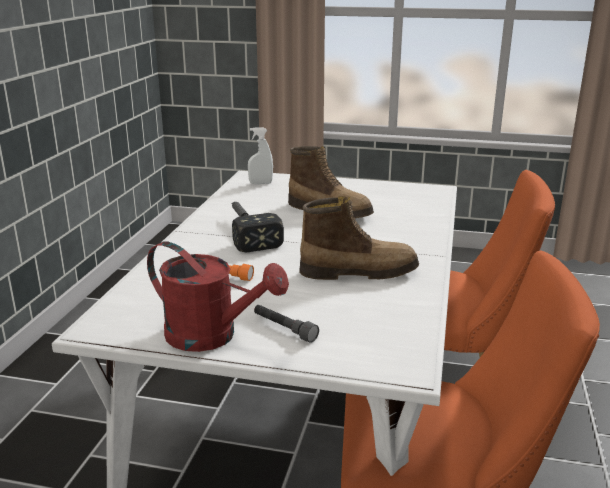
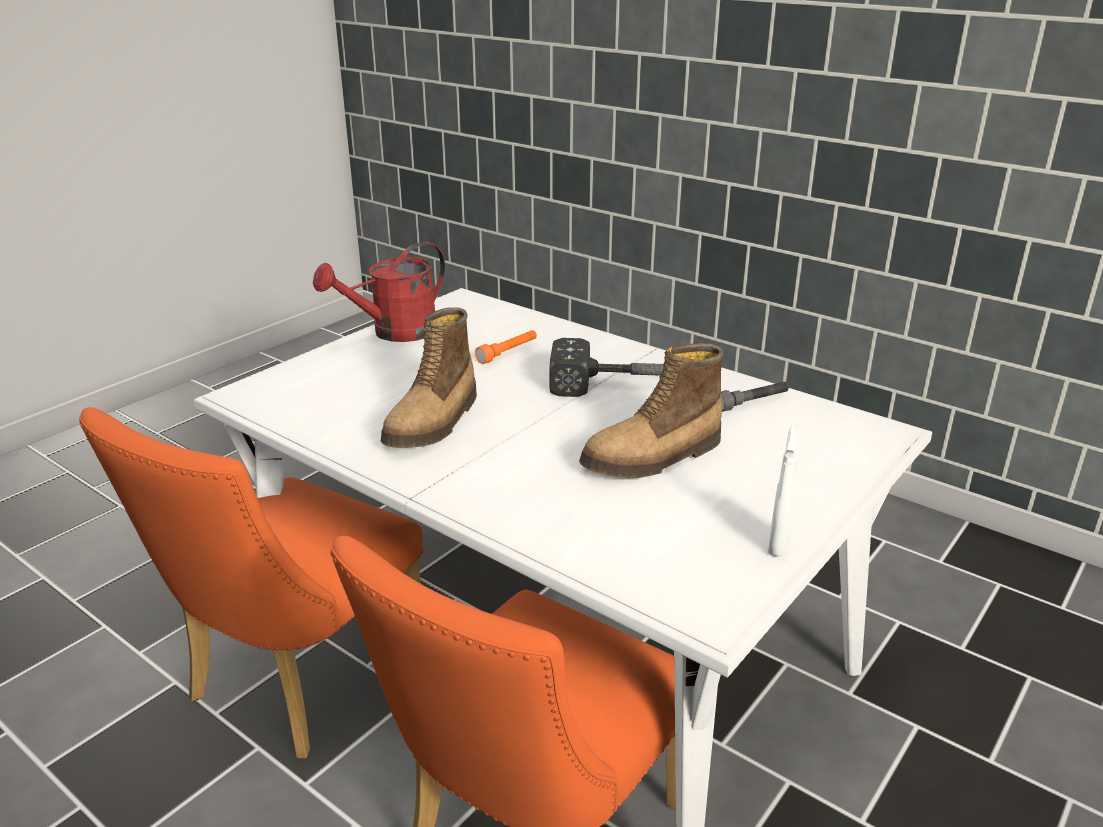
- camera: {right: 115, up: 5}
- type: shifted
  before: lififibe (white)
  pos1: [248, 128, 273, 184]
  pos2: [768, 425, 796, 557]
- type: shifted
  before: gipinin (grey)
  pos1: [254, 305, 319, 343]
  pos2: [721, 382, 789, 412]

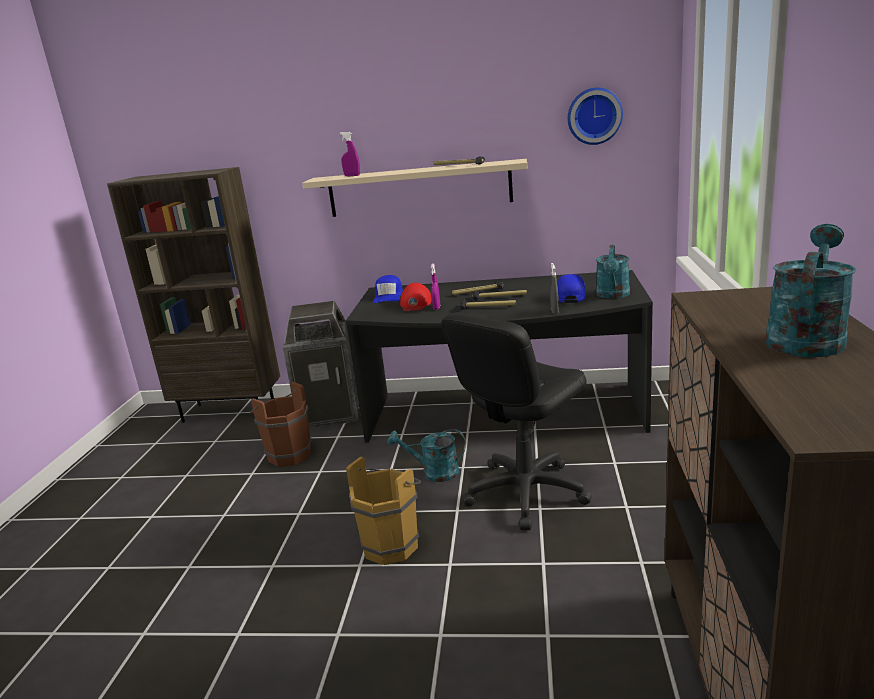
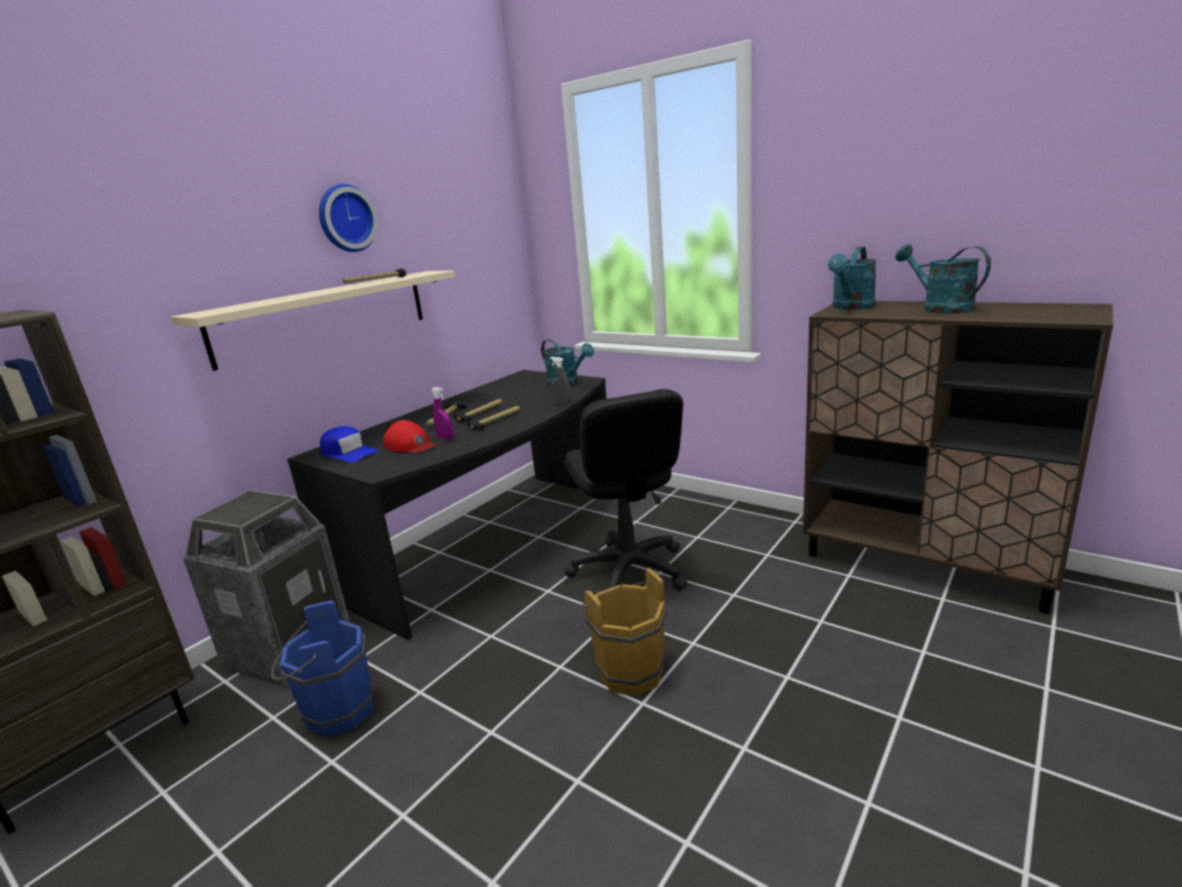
- camera: {right: -60, up: 0}
- type: gone
  before: lififibe (purple)
  pos1: [340, 132, 360, 176]
- type: gone
  before: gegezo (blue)
  pos1: [557, 274, 586, 303]
- type: shifted
  before: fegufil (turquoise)
  pos1: [388, 429, 466, 482]
  pos2: [828, 247, 877, 310]
- type: shifted
  before: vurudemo
  pos1: [568, 88, 623, 145]
  pos2: [319, 184, 378, 252]
- type: repainted
  before: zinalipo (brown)
  after: zinalipo (blue)
  pos1: [250, 382, 311, 467]
  pos2: [271, 601, 373, 737]

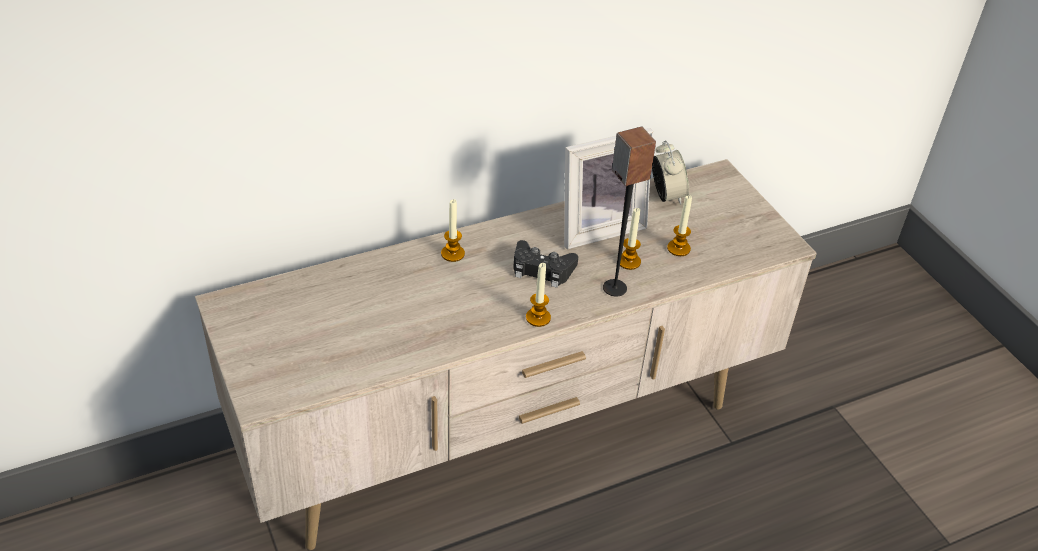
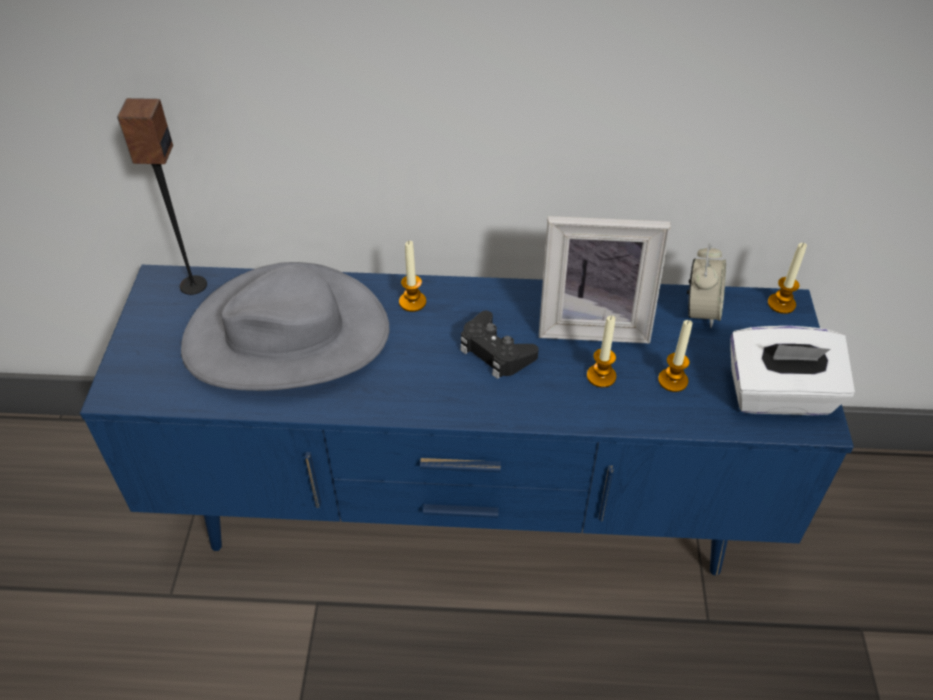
- camera: {right: 30, up: 5}
- type: new
  after: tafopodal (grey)
  pos2: [181, 262, 390, 391]
- type: new
  after: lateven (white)
  pos2: [730, 326, 855, 415]
- type: shifted
  before: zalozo
  pos1: [526, 263, 551, 327]
  pos2: [768, 243, 807, 314]
- type: shifted
  before: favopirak
  pos1: [603, 126, 656, 297]
  pos2: [117, 98, 207, 295]
- type: repainted
  before: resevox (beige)
  after: resevox (blue)
  pos1: [195, 159, 817, 550]
  pos2: [80, 265, 854, 576]

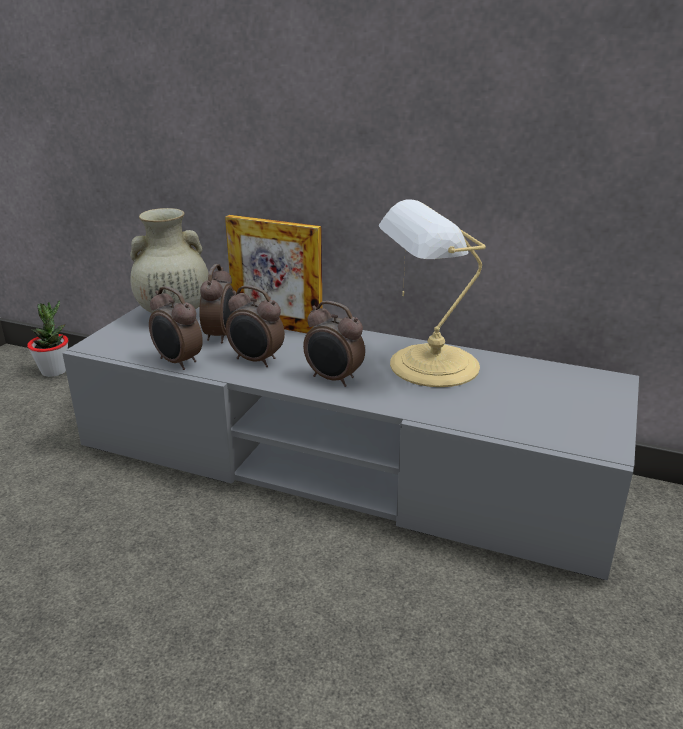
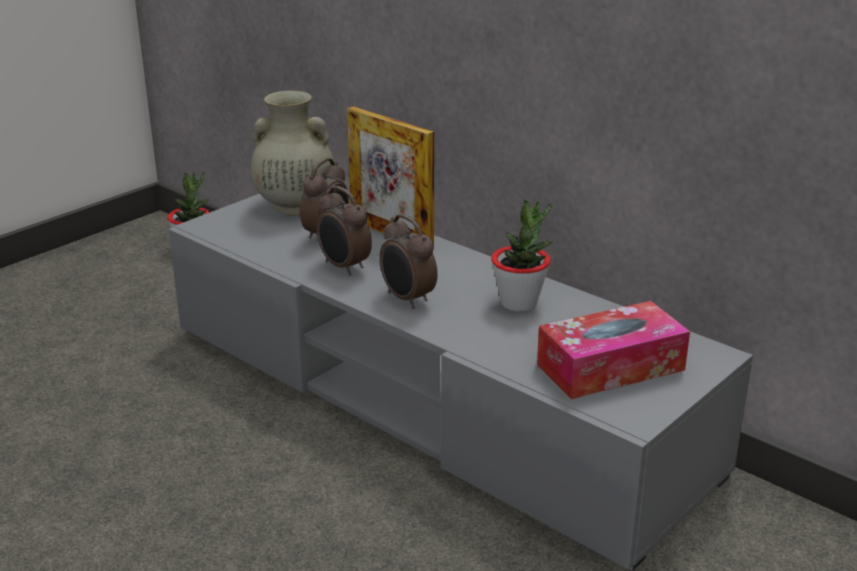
- camera: {right: 20, up: 0}
- type: gone
  before: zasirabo
  pos1: [149, 286, 203, 370]
- type: new
  after: lateven
  pos2: [537, 301, 690, 399]
- type: swapped
  before: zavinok
  after: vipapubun
  pos1: [378, 200, 486, 387]
  pos2: [491, 199, 553, 311]

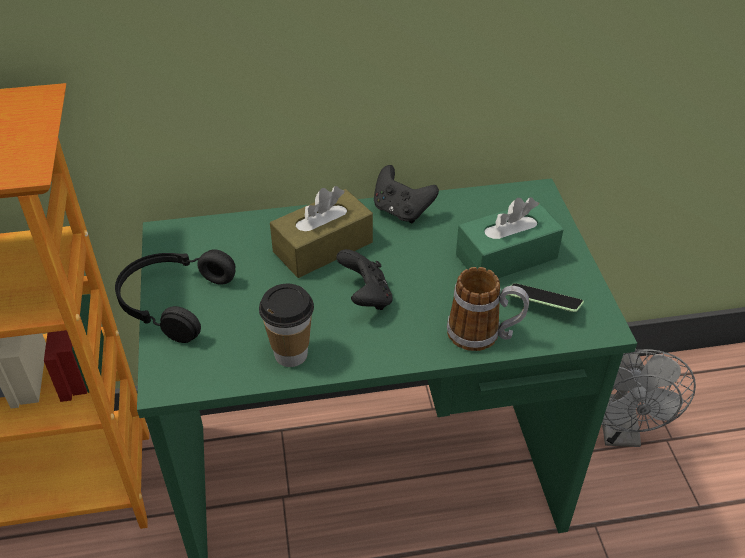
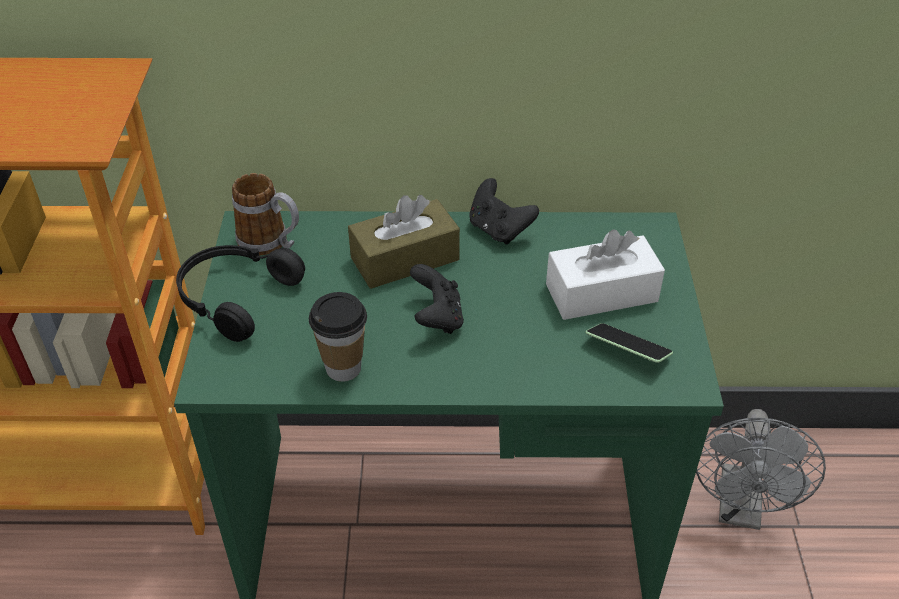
- camera: {right: 10, up: 0}
- type: shifted
  before: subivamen
  pos1: [447, 267, 529, 351]
  pos2: [232, 173, 299, 256]
- type: repainted
  before: lateven (green)
  after: lateven (white)
  pos1: [456, 197, 564, 278]
  pos2: [546, 229, 665, 320]

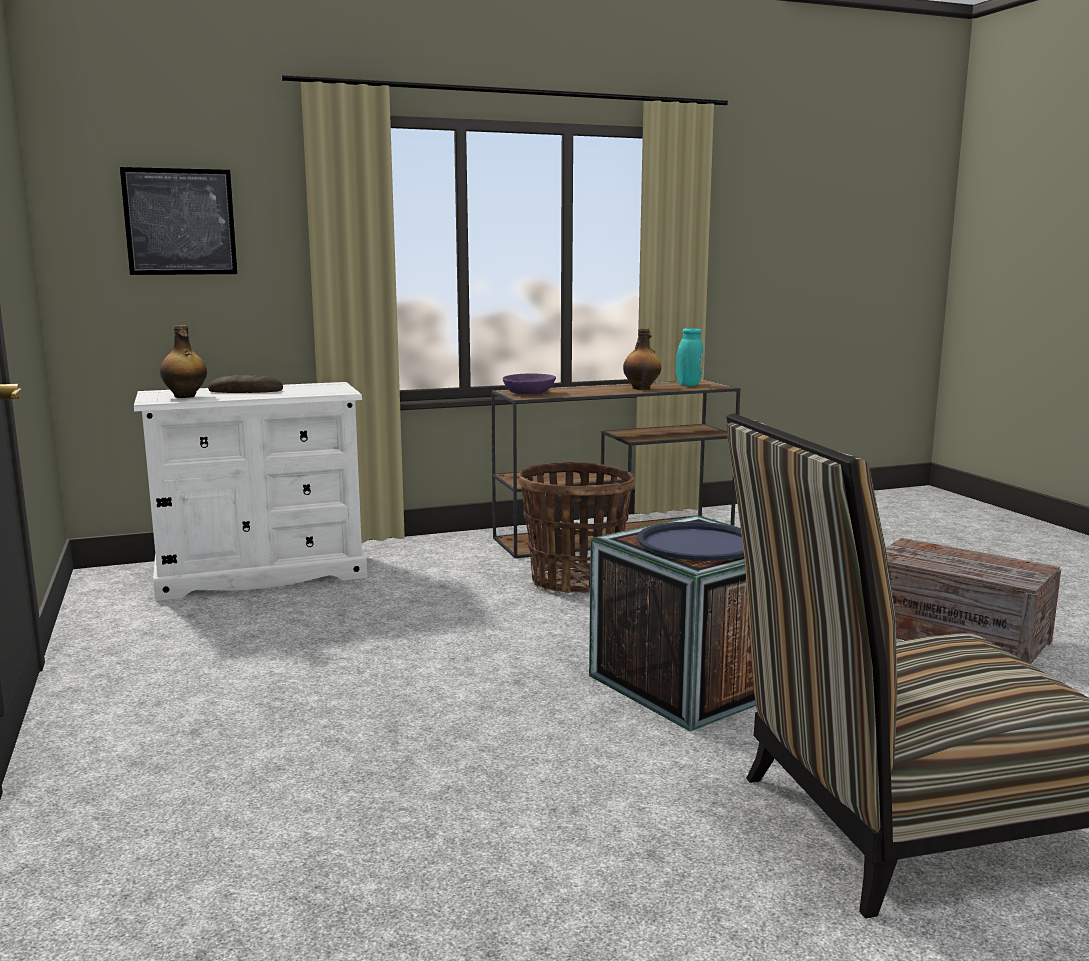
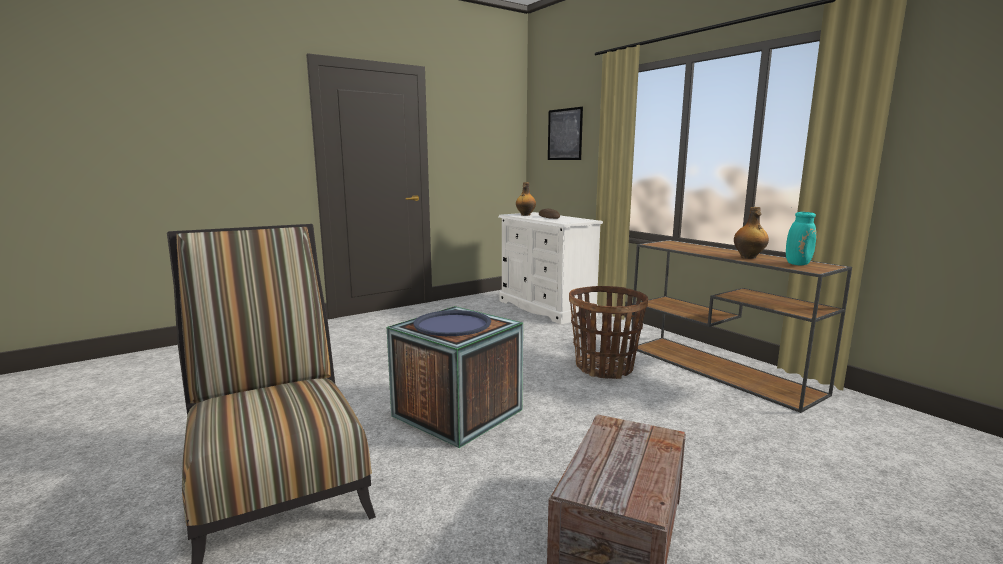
- camera: {right: 75, up: 0}
- type: gone
  before: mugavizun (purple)
  pos1: [503, 374, 556, 394]

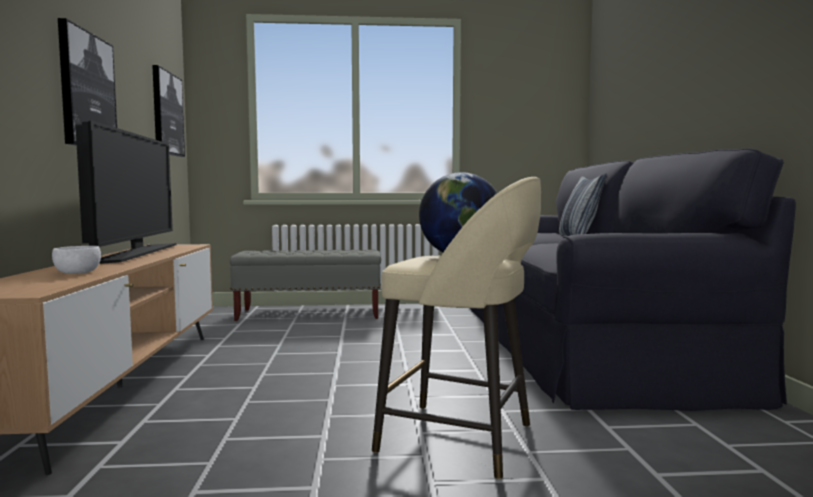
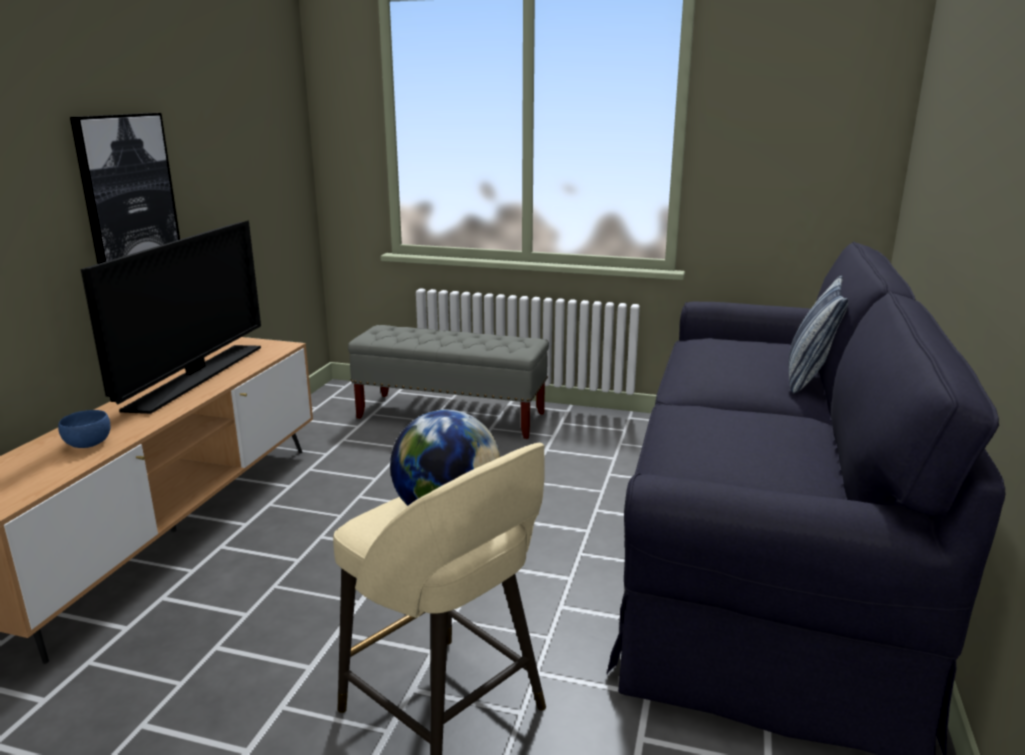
- camera: {right: 20, up: 15}
- type: gone
  before: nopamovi
  pos1: [152, 65, 185, 157]
- type: repainted
  before: mugavizun (white)
  after: mugavizun (blue)
  pos1: [52, 246, 101, 274]
  pos2: [58, 410, 111, 448]

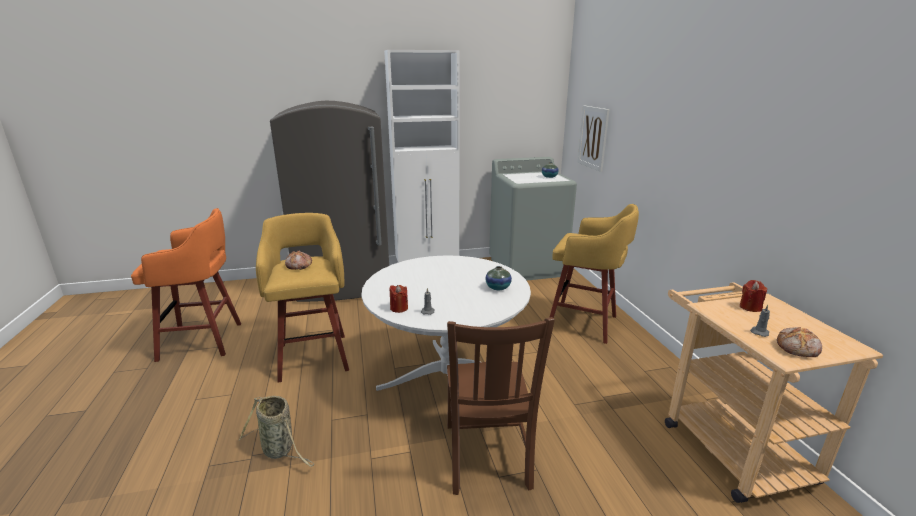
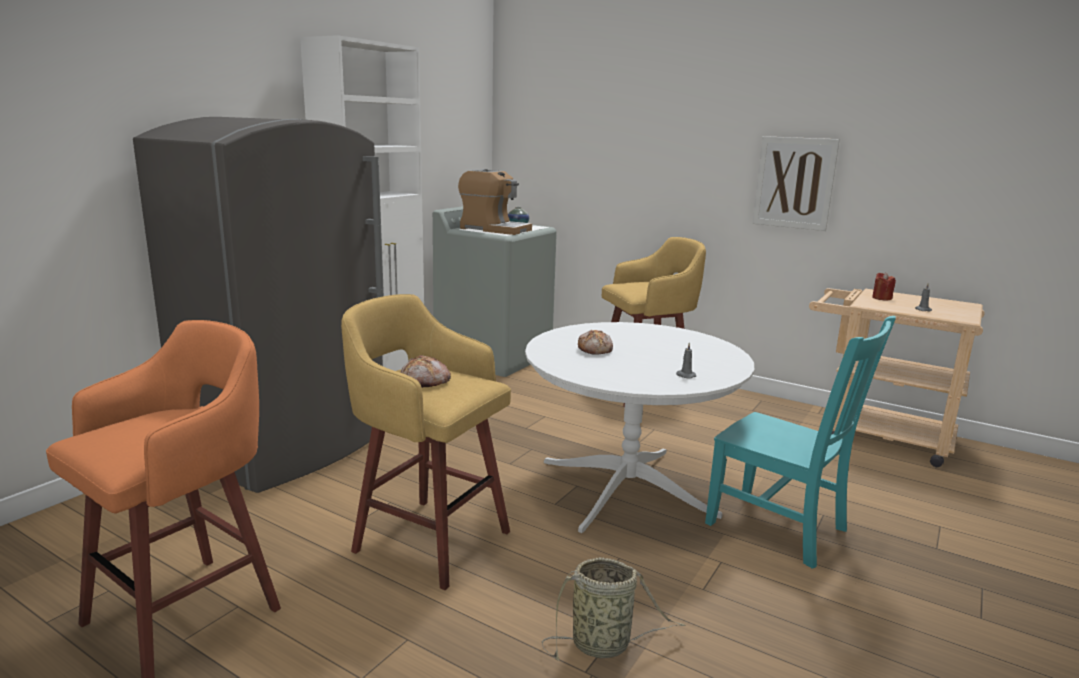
- camera: {right: -45, up: -5}
- type: gone
  before: zalozo (red)
  pos1: [389, 285, 408, 313]
- type: gone
  before: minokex
  pos1: [486, 266, 512, 290]
- type: new
  after: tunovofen
  pos2: [458, 169, 532, 235]
- type: shifted
  before: nopamovi
  pos1: [578, 106, 609, 172]
  pos2: [752, 136, 840, 231]
- type: shifted
  before: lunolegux
  pos1: [777, 327, 822, 357]
  pos2: [578, 330, 613, 354]
- type: repainted
  before: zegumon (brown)
  after: zegumon (turquoise)
  pos1: [447, 317, 555, 495]
  pos2: [705, 316, 896, 569]

